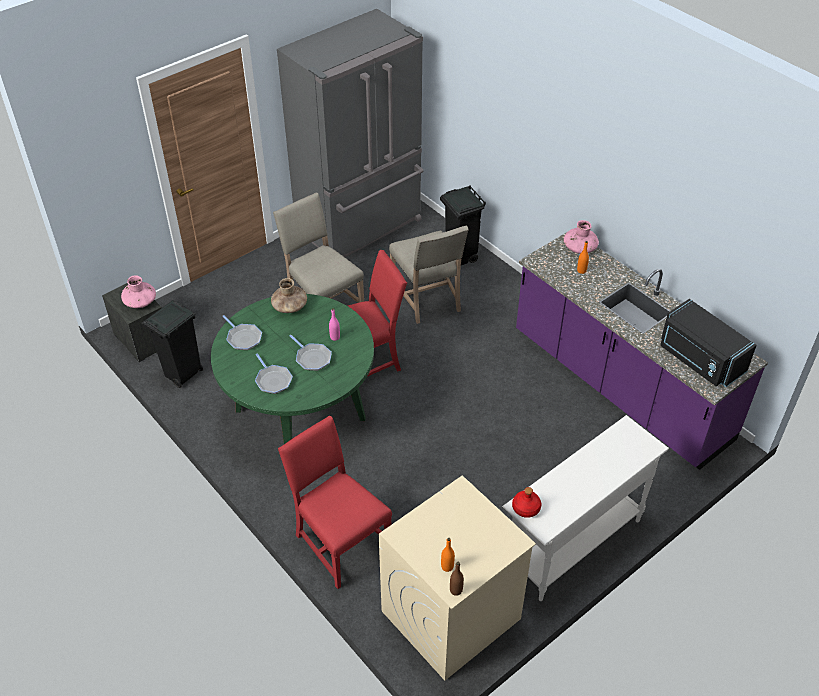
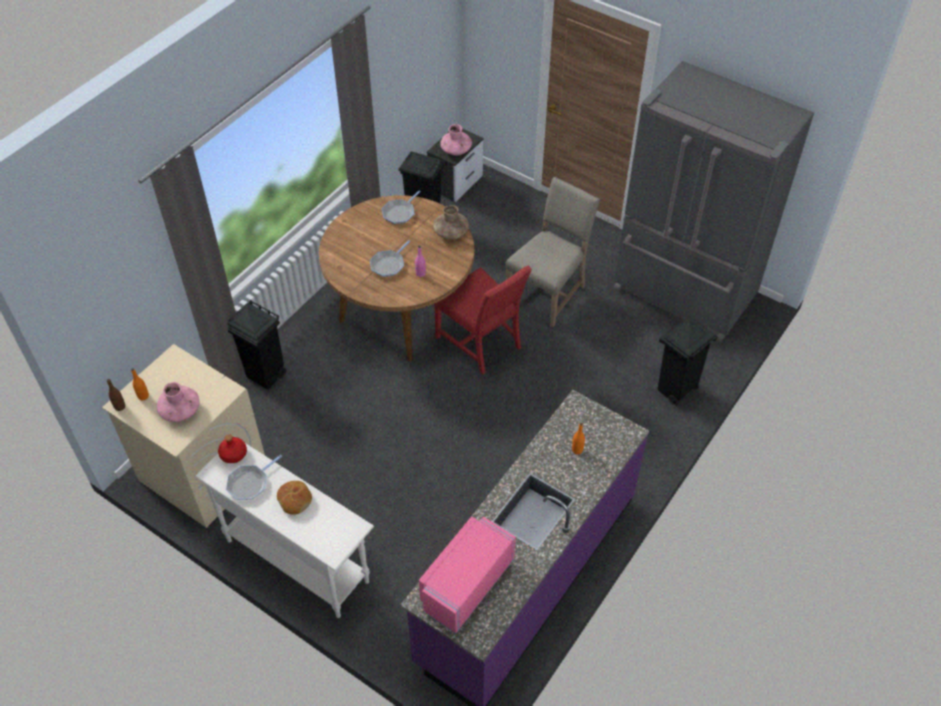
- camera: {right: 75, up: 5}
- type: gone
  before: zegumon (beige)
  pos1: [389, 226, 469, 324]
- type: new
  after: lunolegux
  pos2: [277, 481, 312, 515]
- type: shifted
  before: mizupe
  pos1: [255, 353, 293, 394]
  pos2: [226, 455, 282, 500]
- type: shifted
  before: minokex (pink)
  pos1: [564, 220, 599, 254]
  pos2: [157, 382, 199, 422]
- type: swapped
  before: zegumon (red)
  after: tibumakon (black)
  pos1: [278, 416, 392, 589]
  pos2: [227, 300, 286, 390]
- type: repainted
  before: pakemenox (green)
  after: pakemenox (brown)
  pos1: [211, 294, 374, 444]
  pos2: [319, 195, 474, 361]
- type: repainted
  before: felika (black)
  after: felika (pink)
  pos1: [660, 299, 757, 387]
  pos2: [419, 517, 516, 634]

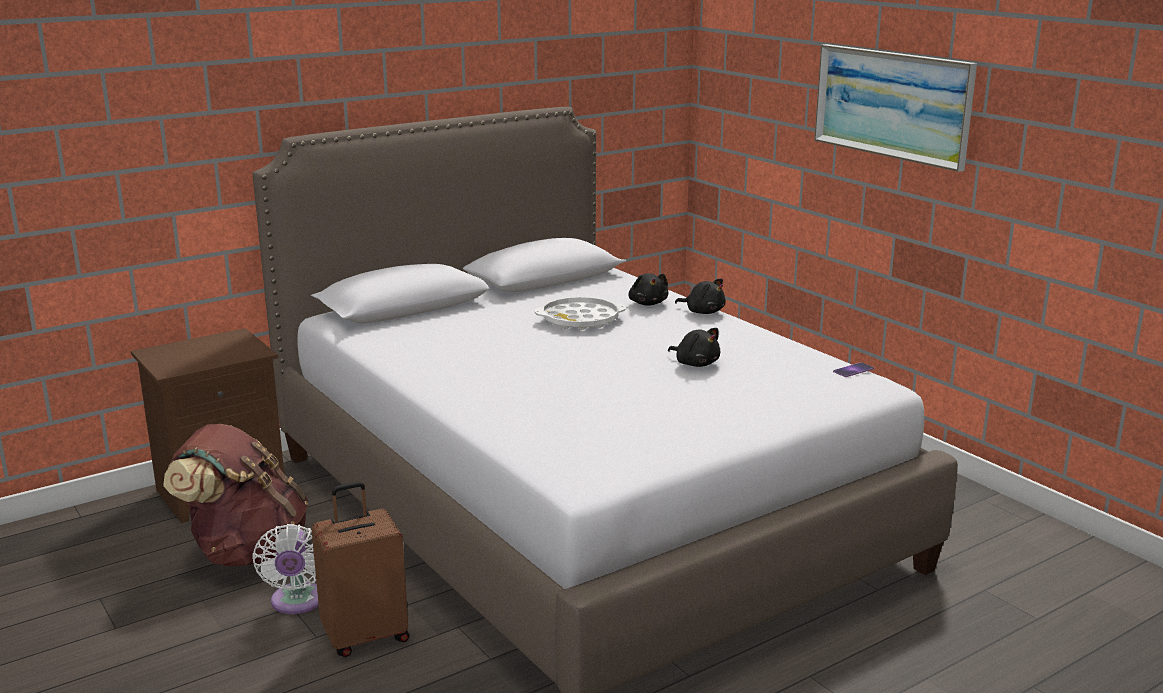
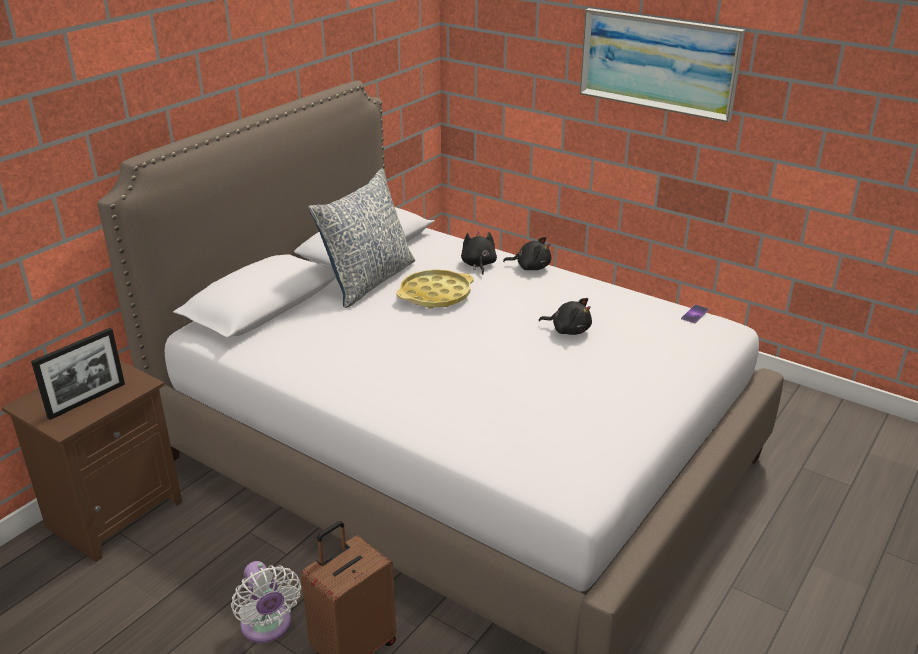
- camera: {right: -20, up: 10}
- type: gone
  before: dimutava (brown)
  pos1: [163, 424, 308, 566]
- type: new
  after: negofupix
  pos2: [31, 328, 125, 420]
- type: new
  after: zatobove
  pos2: [308, 168, 415, 308]
- type: repainted
  before: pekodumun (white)
  after: pekodumun (yellow)
  pos1: [535, 297, 625, 330]
  pos2: [397, 269, 474, 309]
- type: rotated
  before: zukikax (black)
  pos1: [628, 273, 668, 306]
  pos2: [461, 231, 497, 275]
  turn: -150

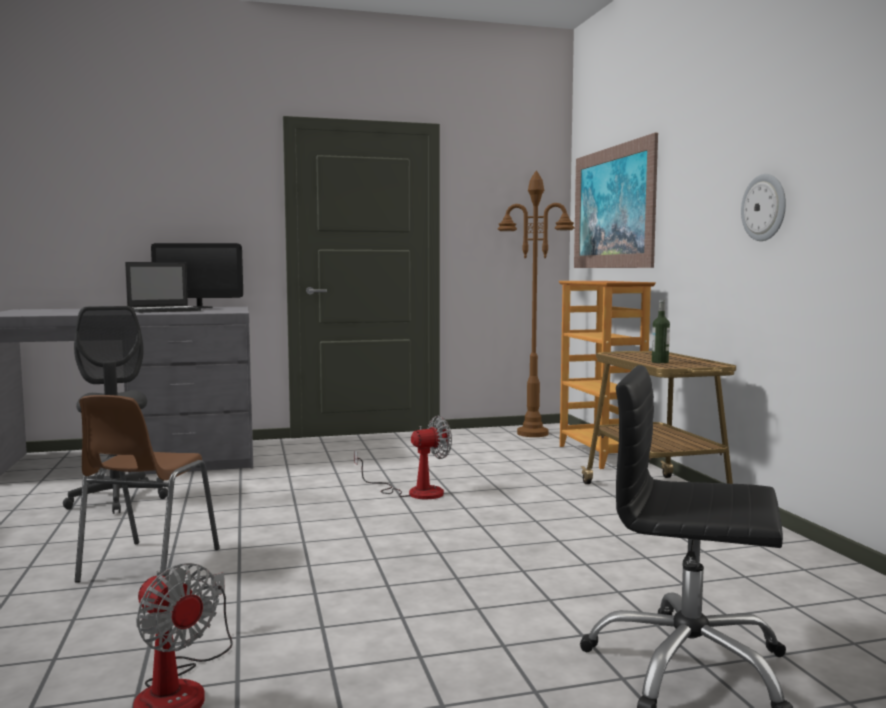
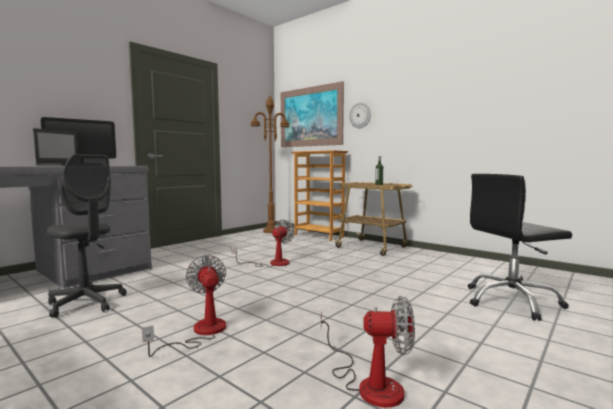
- camera: {right: -35, up: 0}
- type: shifted
  before: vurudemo
  pos1: [741, 174, 786, 241]
  pos2: [349, 102, 371, 128]
- type: swapped
  before: zegumon (brown)
  after: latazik
  pos1: [75, 395, 220, 583]
  pos2: [142, 255, 226, 357]

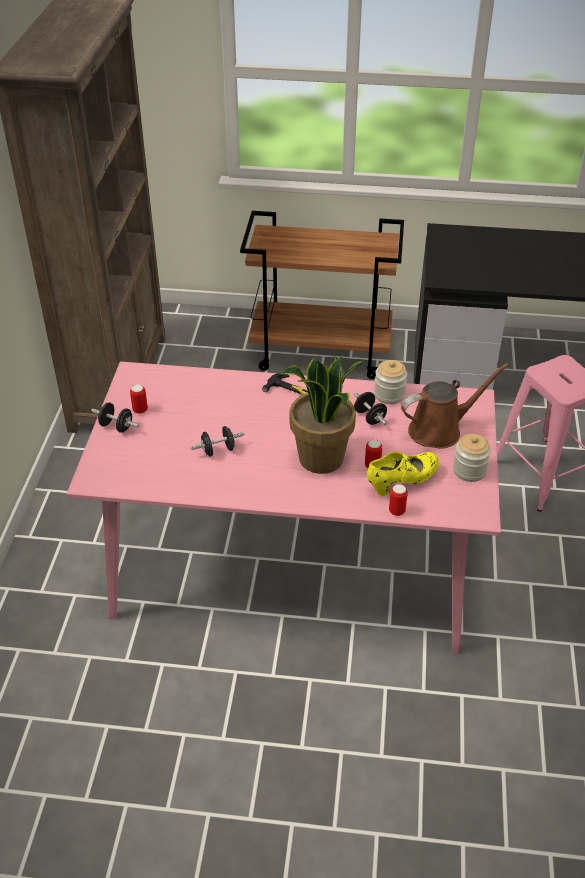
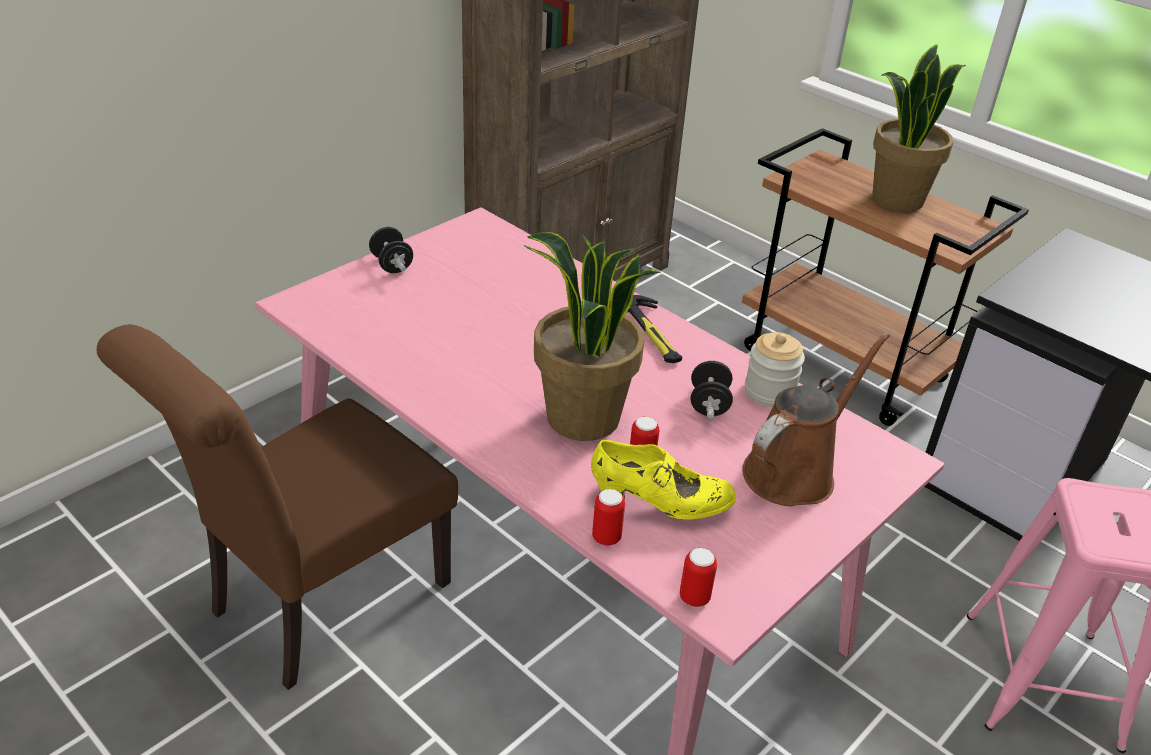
- camera: {right: 35, up: -5}
- type: gone
  before: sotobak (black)
  pos1: [191, 426, 244, 457]
- type: gone
  before: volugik
  pos1: [453, 434, 491, 482]
- type: new
  after: zegumon (brown)
  pos2: [97, 325, 458, 690]
- type: new
  after: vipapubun
  pos2: [872, 44, 966, 212]
- type: shifted
  before: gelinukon
  pos1: [130, 384, 148, 414]
  pos2: [680, 548, 717, 607]
- type: rotated
  before: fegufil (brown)
  pos1: [401, 363, 509, 449]
  pos2: [742, 333, 890, 506]
  turn: -60

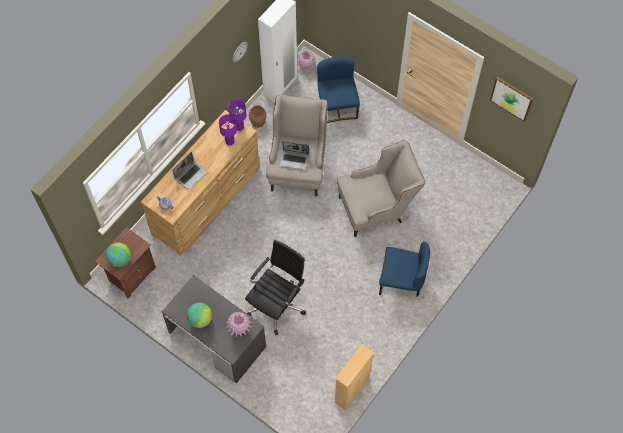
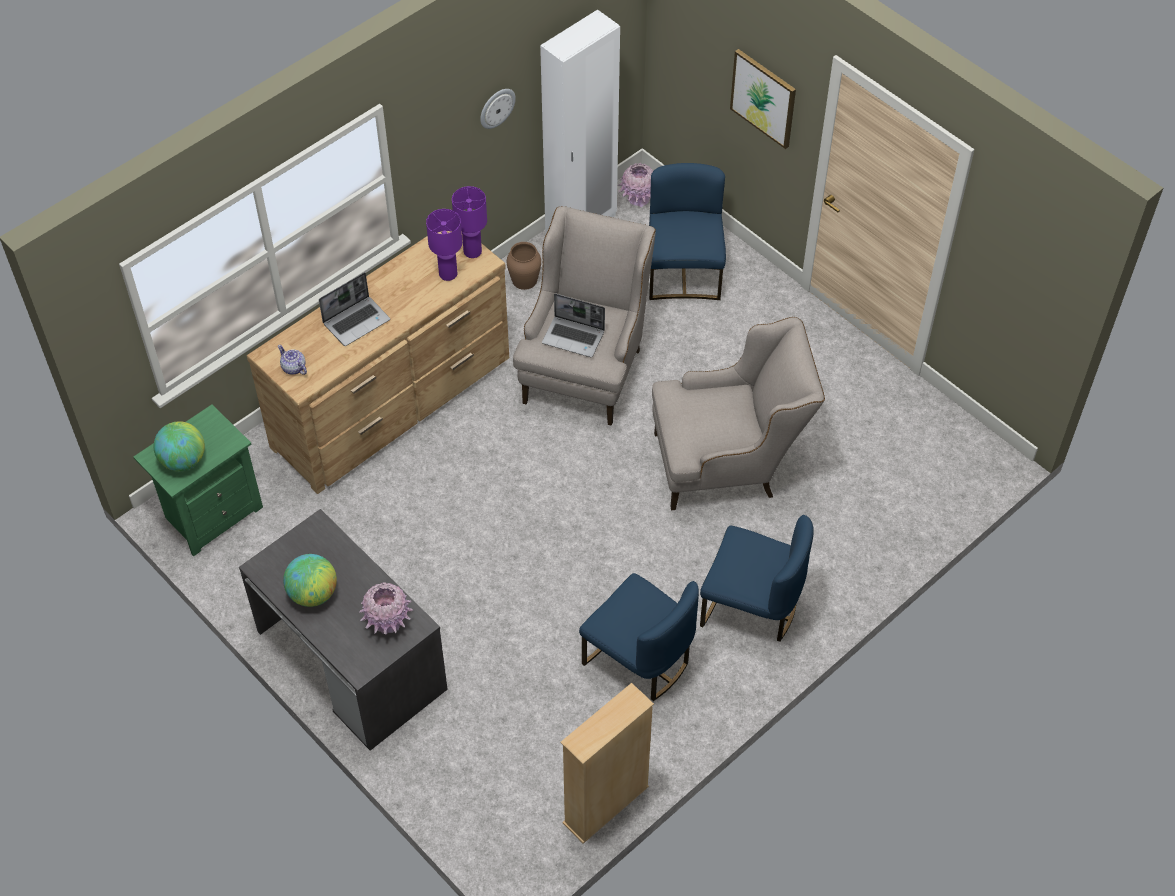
- camera: {right: 10, up: -10}
- type: gone
  before: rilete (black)
  pos1: [245, 240, 306, 335]
- type: new
  after: zegumon (blue)
  pos2: [579, 573, 699, 701]
- type: shifted
  before: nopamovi
  pos1: [490, 76, 533, 122]
  pos2: [730, 49, 796, 149]
- type: repainted
  before: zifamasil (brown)
  after: zifamasil (green)
  pos1: [95, 227, 156, 299]
  pos2: [134, 404, 263, 556]

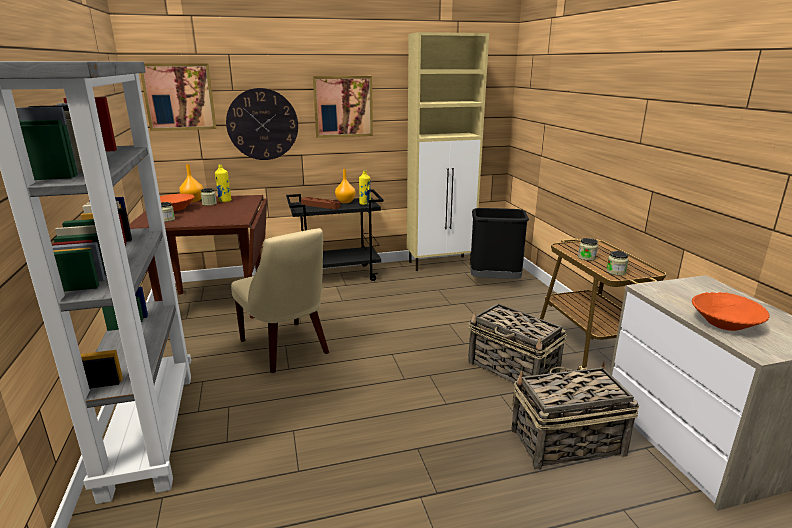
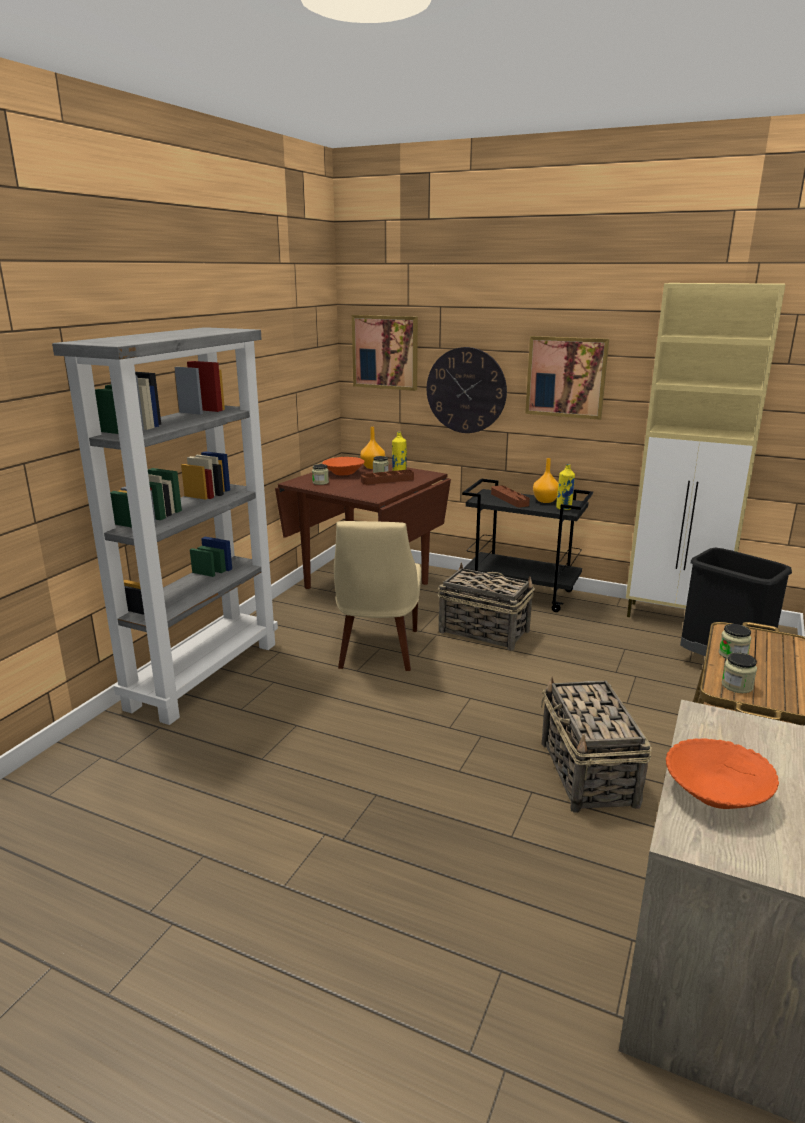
- camera: {right: 40, up: 0}
- type: new
  after: pekodumun (brown)
  pos2: [361, 470, 414, 485]
- type: shifted
  before: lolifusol
  pos1: [511, 362, 639, 470]
  pos2: [438, 562, 535, 651]

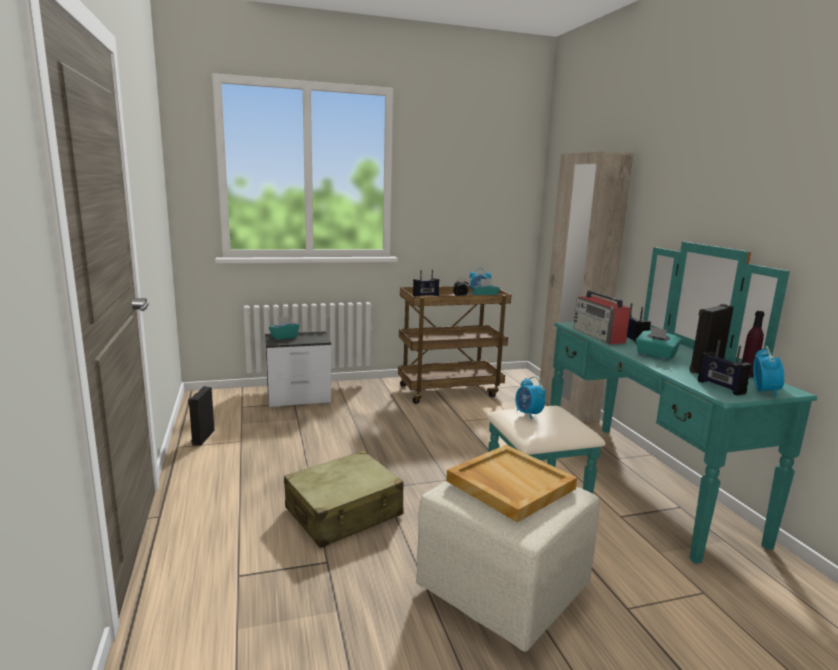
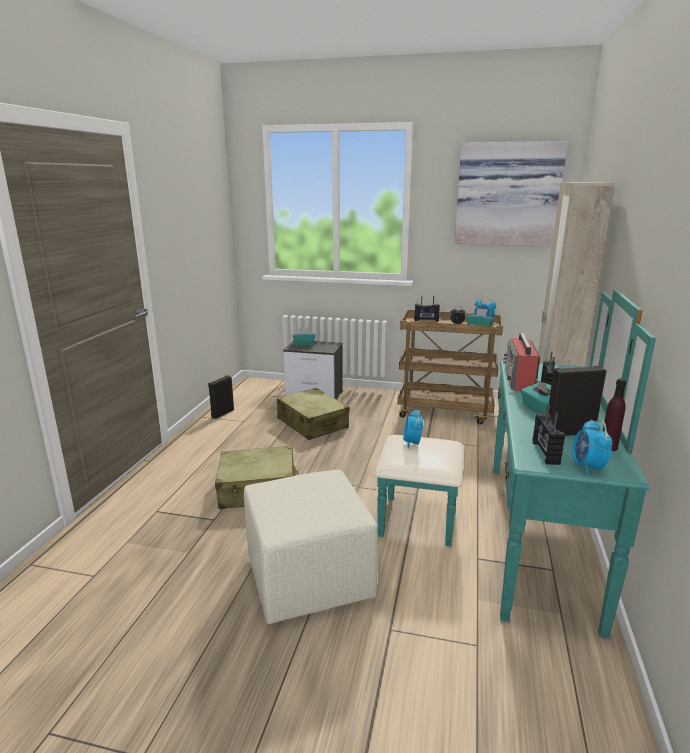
- camera: {right: 30, up: 5}
- type: gone
  before: pekodumun (beige)
  pos1: [446, 445, 577, 523]
- type: new
  after: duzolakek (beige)
  pos2: [277, 388, 349, 440]
- type: new
  after: nopamovi
  pos2: [455, 141, 568, 246]
- type: rotated
  before: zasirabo
  pos1: [753, 346, 784, 398]
  pos2: [572, 420, 613, 475]
  turn: 135

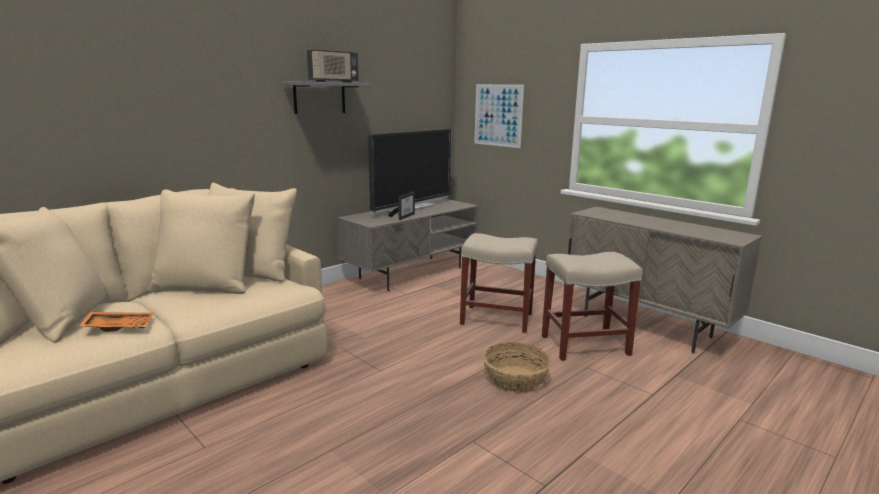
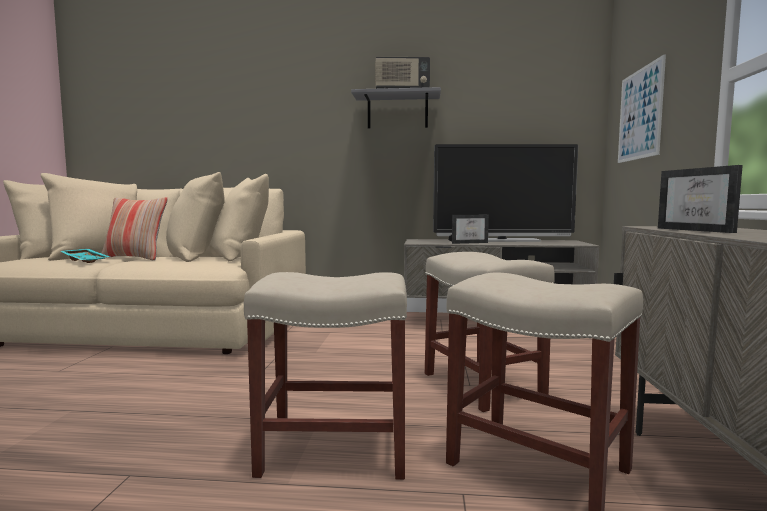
- camera: {right: 50, up: -10}
- type: new
  after: zatobove
  pos2: [101, 197, 168, 260]
- type: new
  after: negofupix
  pos2: [658, 165, 743, 233]
- type: swapped
  before: lolifusol
  after: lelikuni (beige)
  pos1: [483, 342, 551, 393]
  pos2: [244, 272, 407, 480]
- type: repainted
  before: pekodumun (orange)
  after: pekodumun (turquoise)
  pos1: [79, 312, 153, 332]
  pos2: [60, 249, 110, 263]

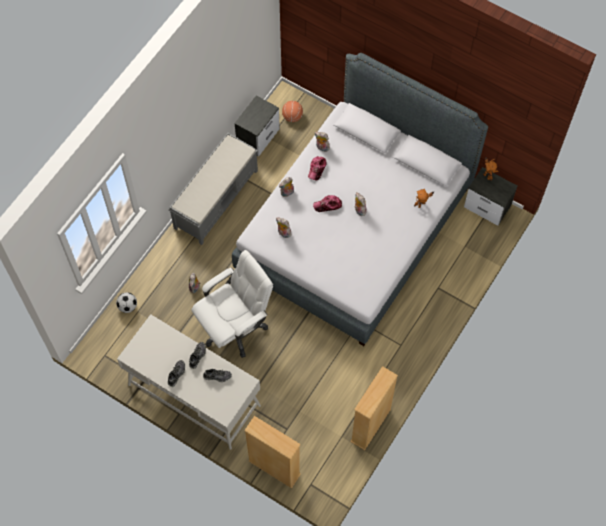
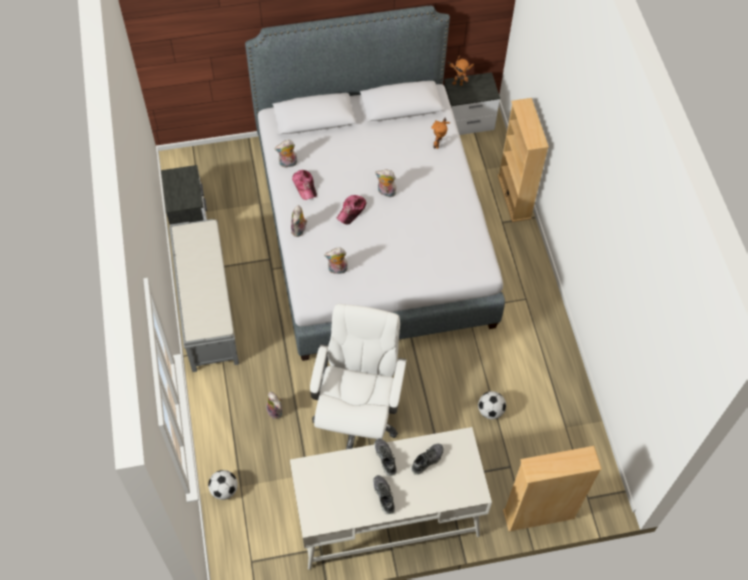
- camera: {right: -45, up: -5}
- type: gone
  before: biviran
  pos1: [282, 101, 303, 122]
- type: new
  after: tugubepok
  pos2: [478, 391, 506, 419]
- type: shifted
  before: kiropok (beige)
  pos1: [350, 366, 398, 450]
  pos2: [497, 98, 549, 222]

